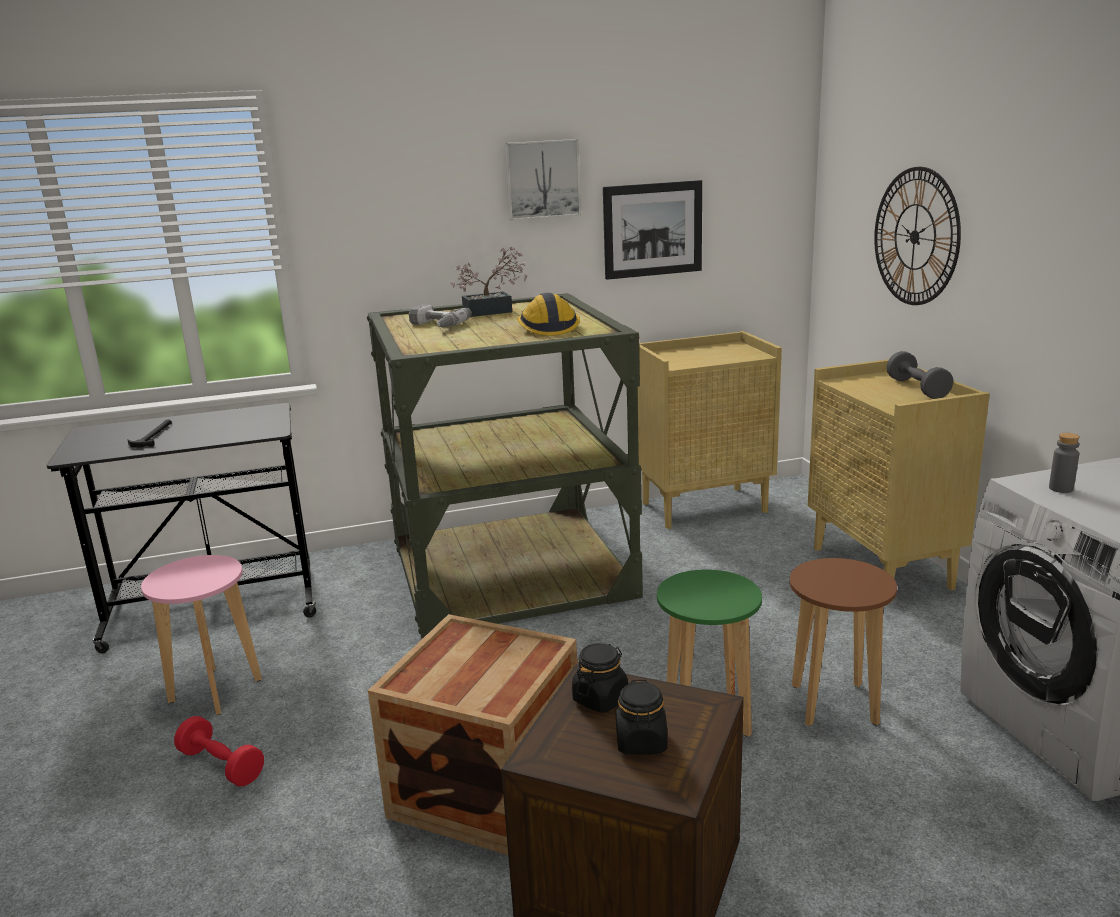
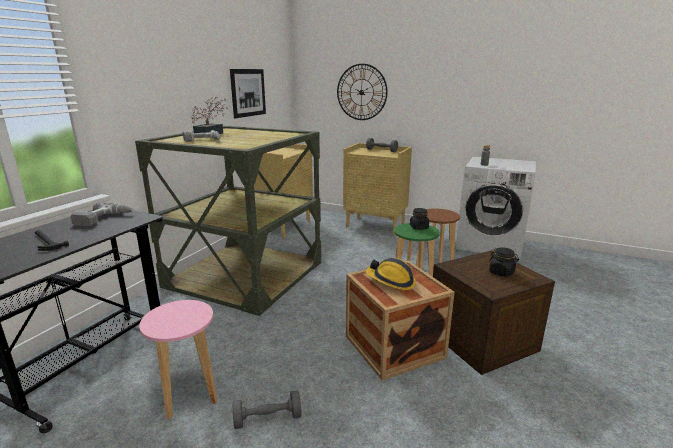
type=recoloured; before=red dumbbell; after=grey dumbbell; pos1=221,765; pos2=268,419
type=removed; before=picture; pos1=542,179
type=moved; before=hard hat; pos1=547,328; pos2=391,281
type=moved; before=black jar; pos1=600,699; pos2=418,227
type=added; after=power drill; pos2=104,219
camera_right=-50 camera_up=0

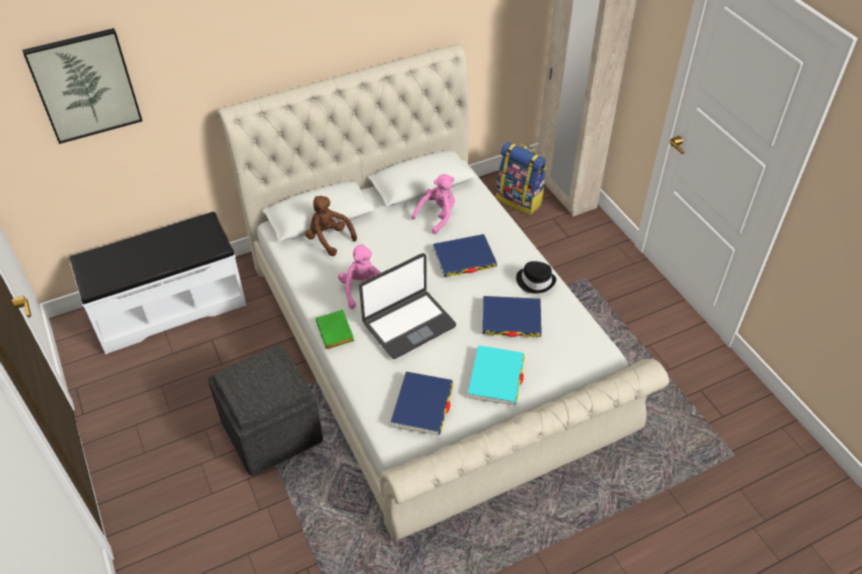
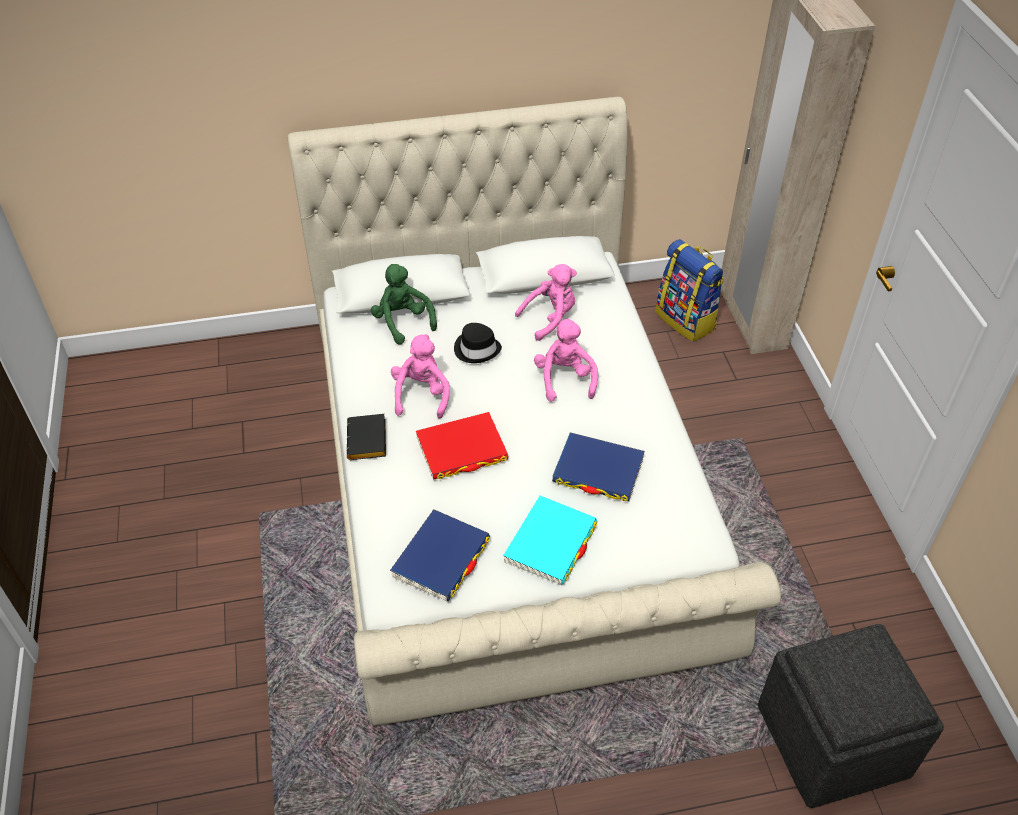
type=removed; before=picture; pos1=85,85
type=removed; before=white bench; pos1=169,307
type=moved; before=grey ottoman; pos1=272,431; pos2=834,740
type=recoloured; before=brown plush toy; after=green plush toy; pos1=329,239; pos2=402,322
type=recoloured; before=green book; after=black book; pos1=336,333; pos2=368,442
type=replaced; before=laptop; after=red book; pos1=408,324; pos2=461,449
type=replaced; before=blue book; after=pink plush toy; pos1=464,258; pos2=565,379
type=moved; before=black hat; pos1=535,281; pos2=477,349
camera_right=15 camera_up=0

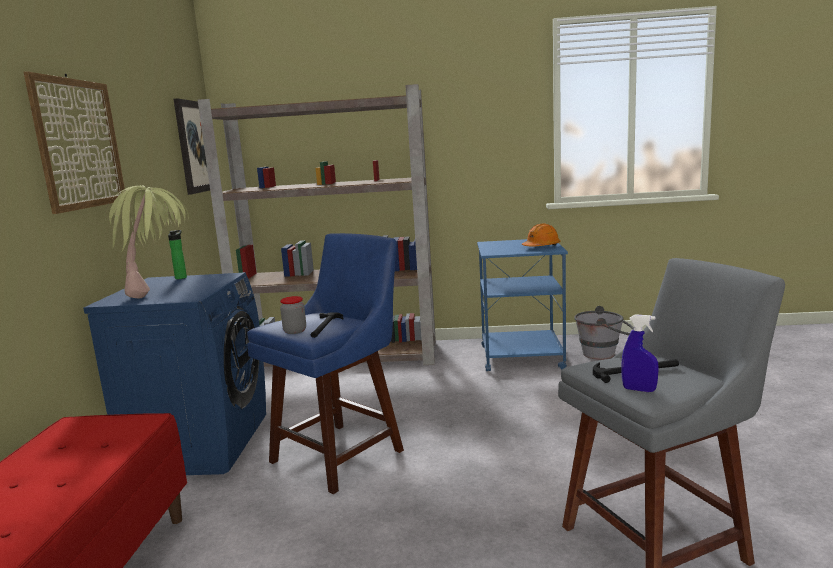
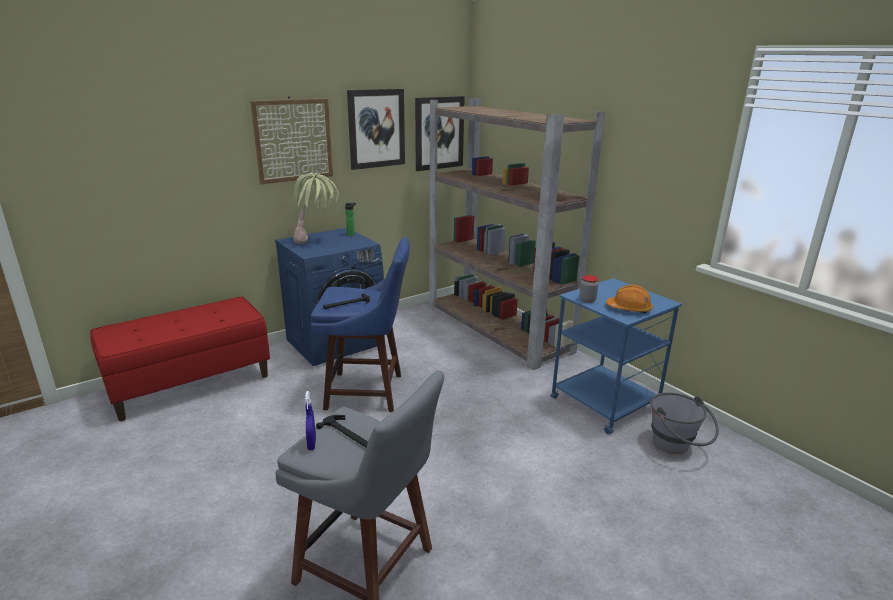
type=moved; before=jar; pos1=295,331; pos2=587,300
type=added; after=picture; pos2=376,128
camera_right=50 camera_up=10

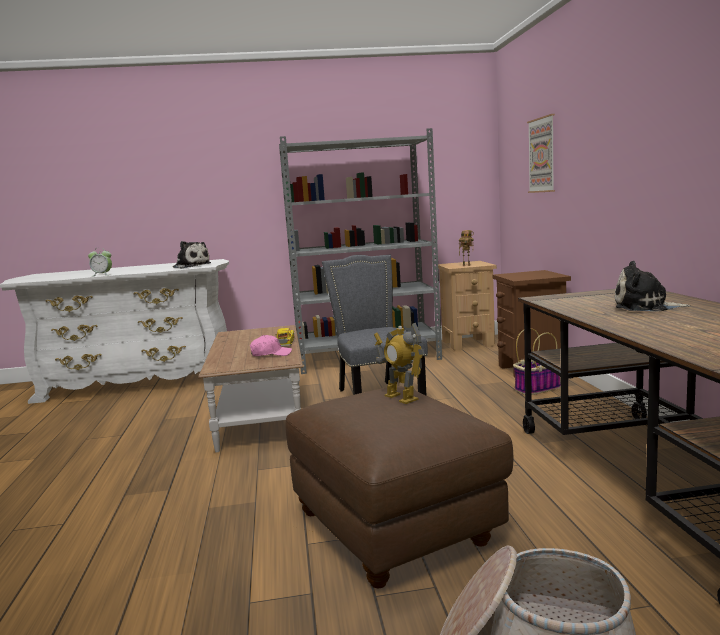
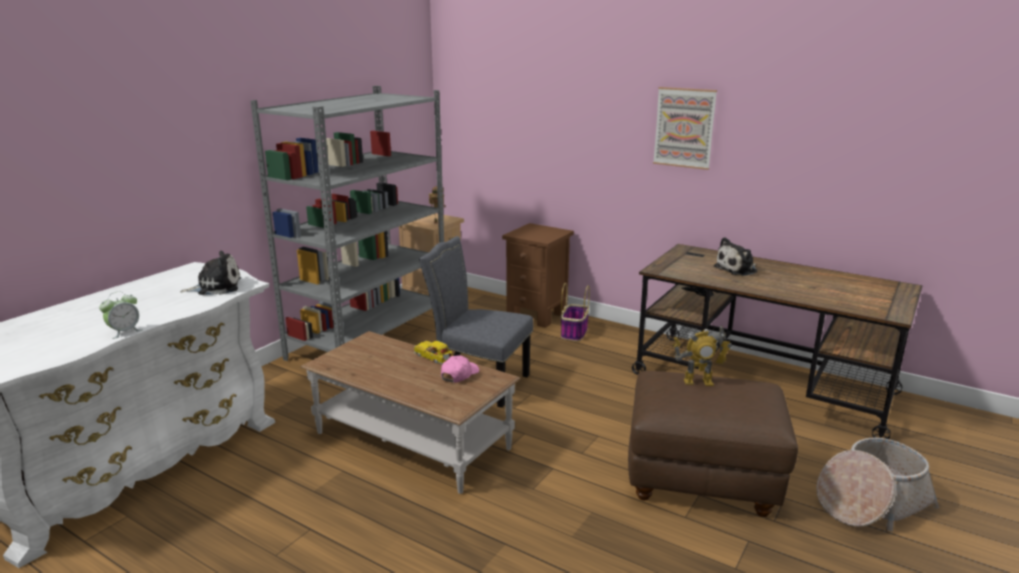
type=moved; before=picture; pos1=542,155; pos2=684,128
camera_right=-50 camera_up=10

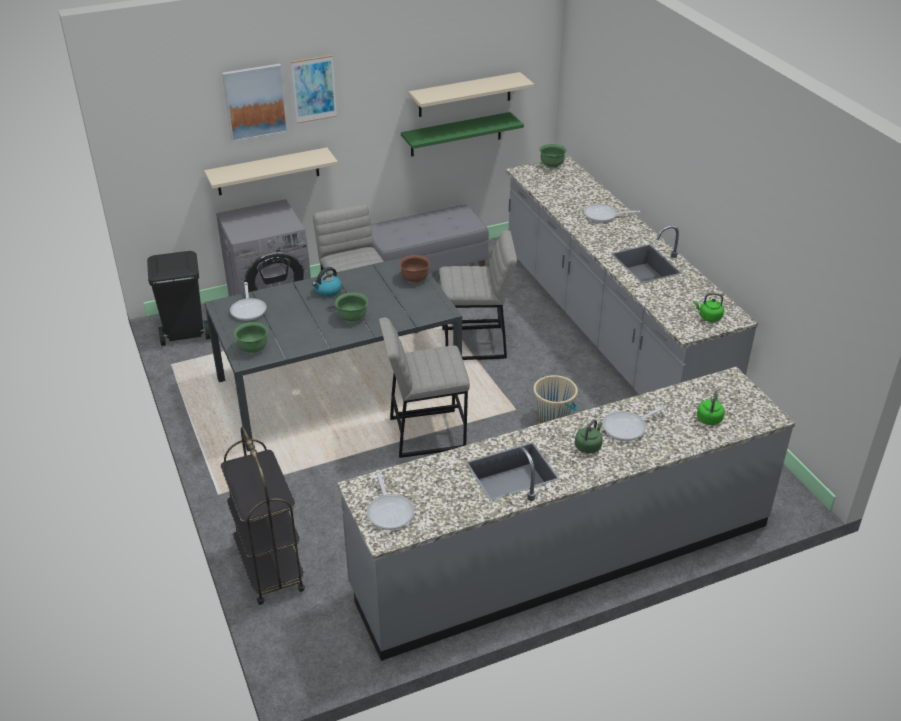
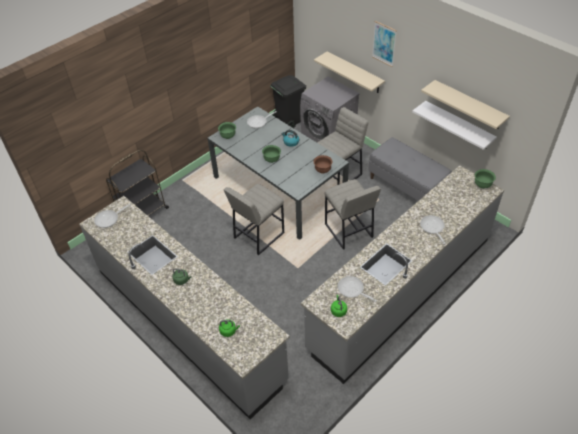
type=removed; before=picture; pos1=255,102
type=turned; before=grey chair; pos1=425,433; pos2=258,236; turn=-105
type=recoloured; before=green shelf; after=white shelf; pos1=456,134; pos2=458,125
type=removed; before=beige bucket; pos1=553,419
type=moved; before=frying pan; pos1=627,427; pos2=352,290
camera_right=70 camera_up=10

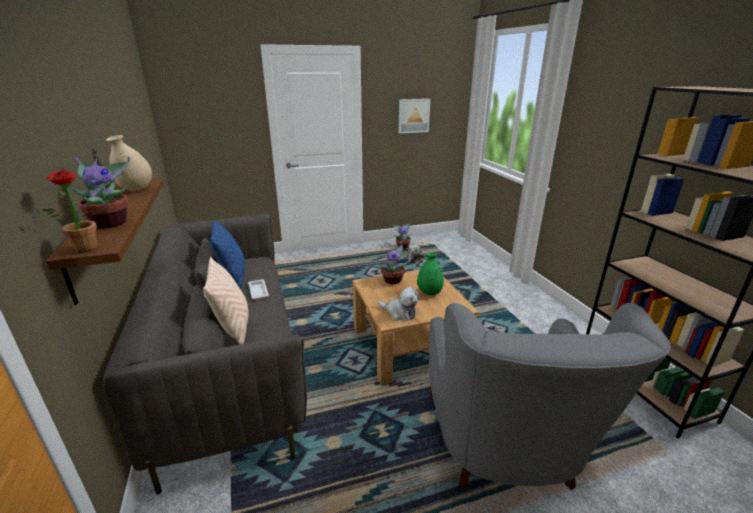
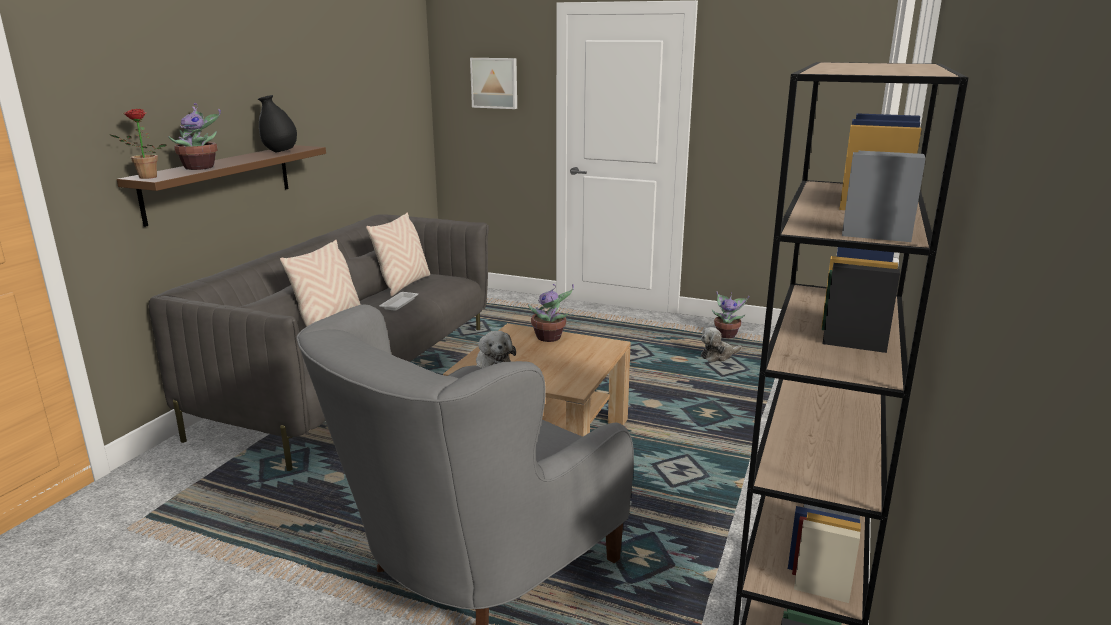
type=recoloured; before=beige vase; after=black vase; pos1=136,189; pos2=280,151
type=recoloured; before=blue pillow; after=beige pillow; pos1=232,276; pos2=403,285
type=moved; before=picture; pos1=413,115; pos2=495,83
type=removed; before=green vase; pos1=429,293
camera_right=40 camera_up=-5

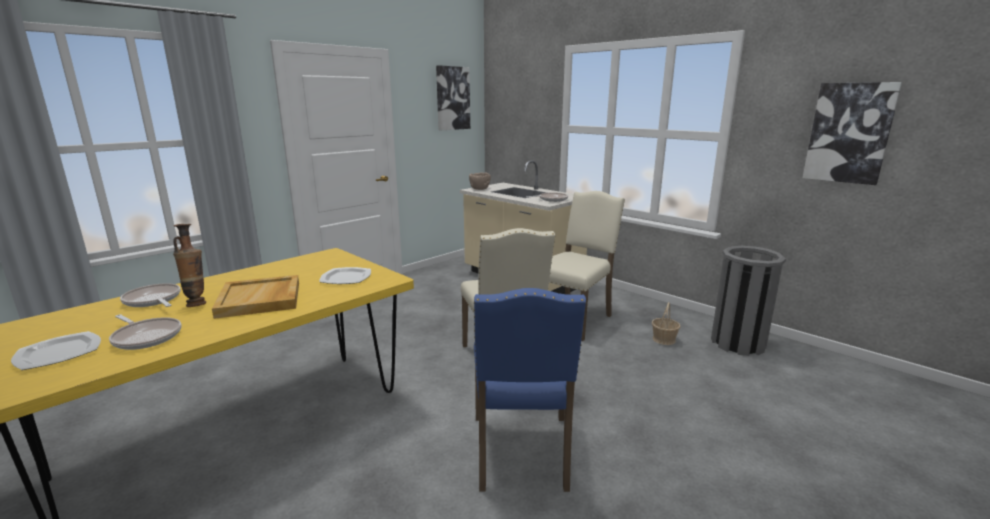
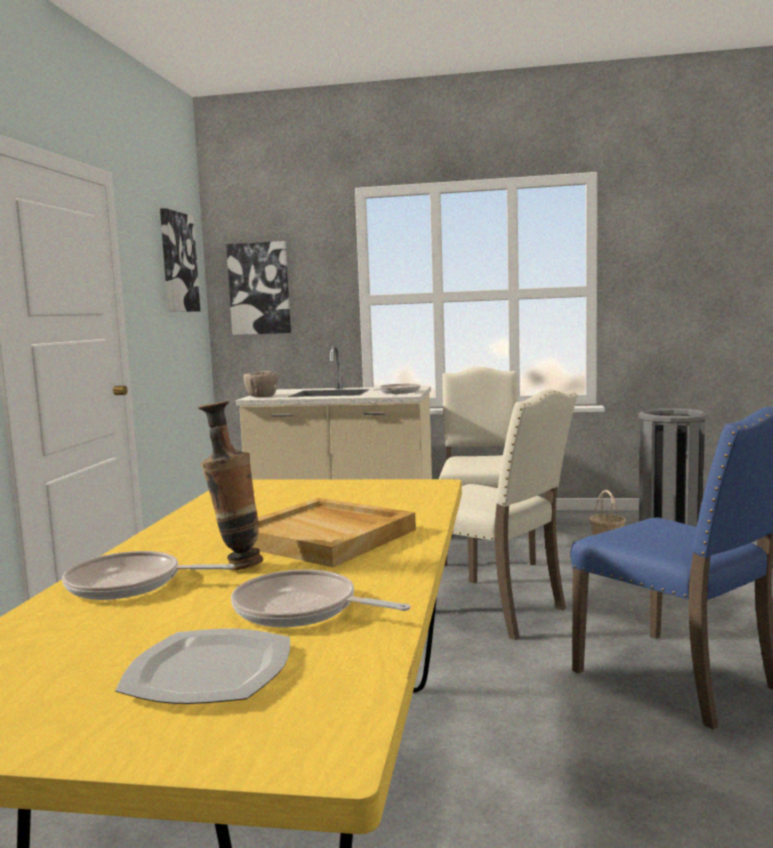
type=turned; before=frying pan; pos1=146,337; pos2=301,610; turn=-150
type=removed; before=plate; pos1=346,278
type=moved; before=picture; pos1=849,133; pos2=259,288
camera_right=-35 camera_up=-10

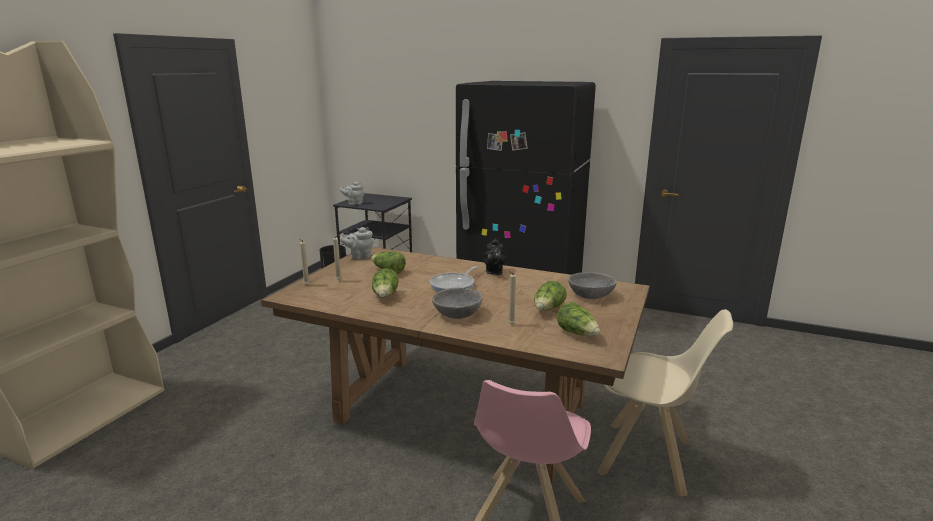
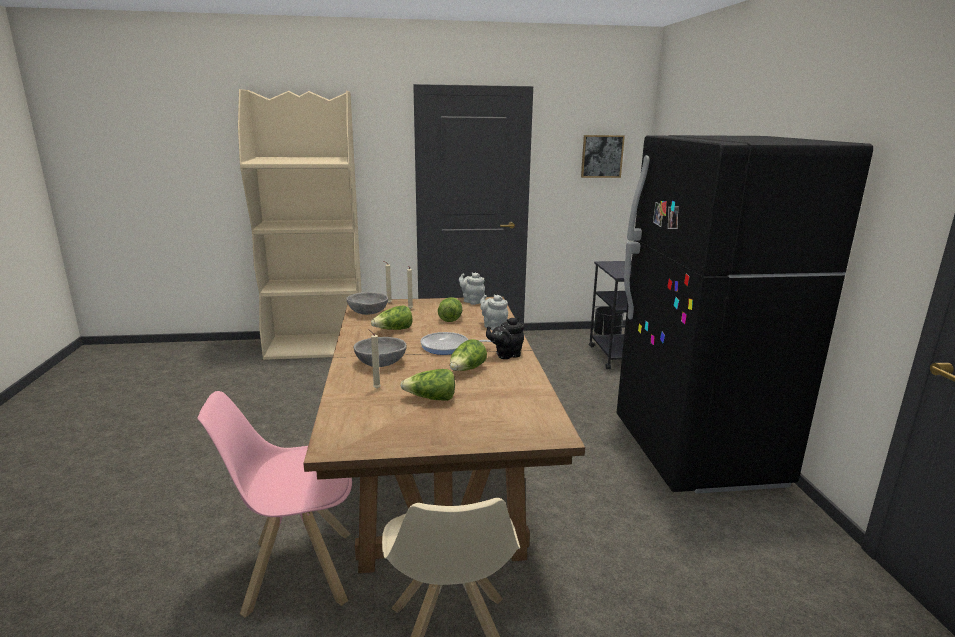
type=moved; before=grey teapot; pos1=354,203; pos2=493,326
type=moved; before=lettuce; pos1=578,334; pos2=467,370
type=moved; before=grey bowl; pos1=590,295; pos2=367,312
type=added; after=picture; pos2=602,156
camera_right=60 camera_up=0

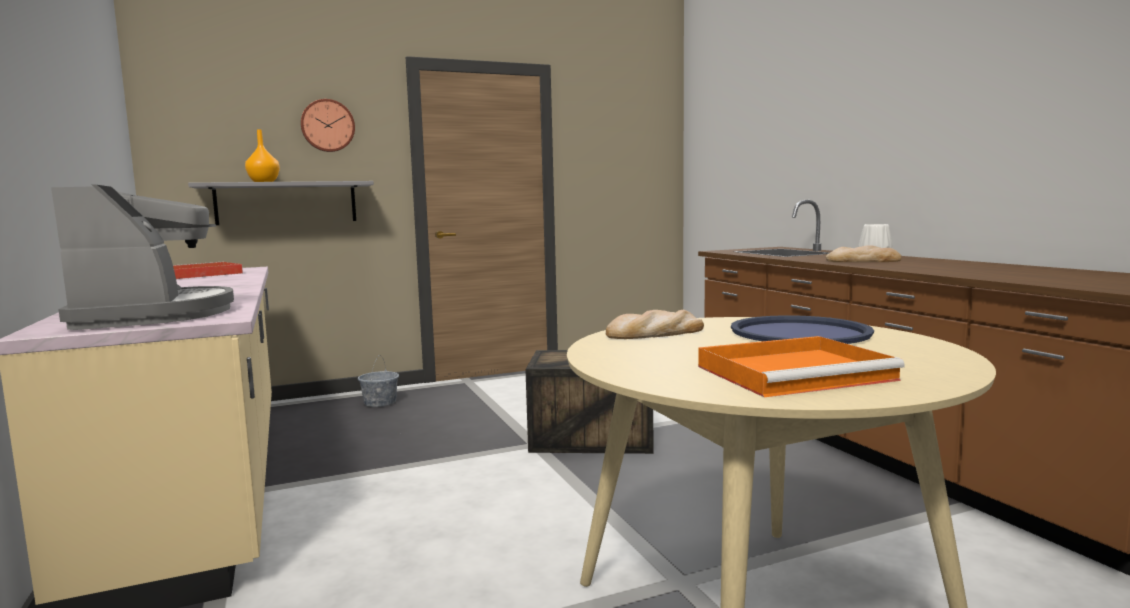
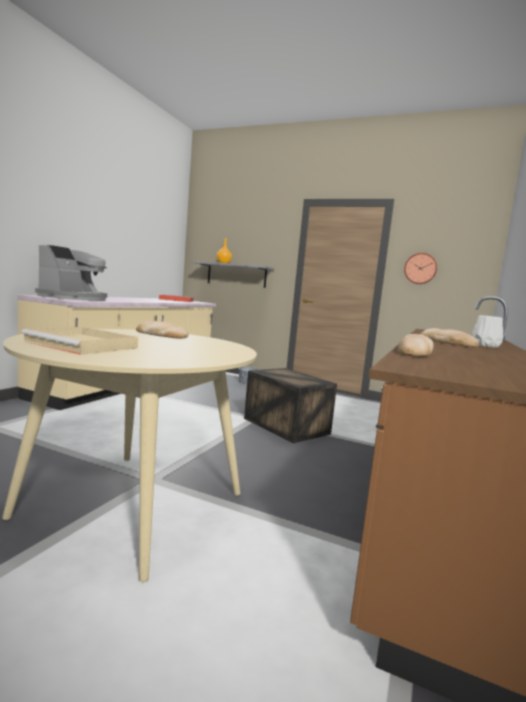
type=moved; before=wall clock; pos1=327,126; pos2=420,268
type=recoloured; before=orange tray; after=beige tray; pos1=796,372; pos2=83,345
type=removed; before=blue tray; pos1=800,333
type=added; after=bread; pos2=415,352
camera_right=45 camera_up=0

